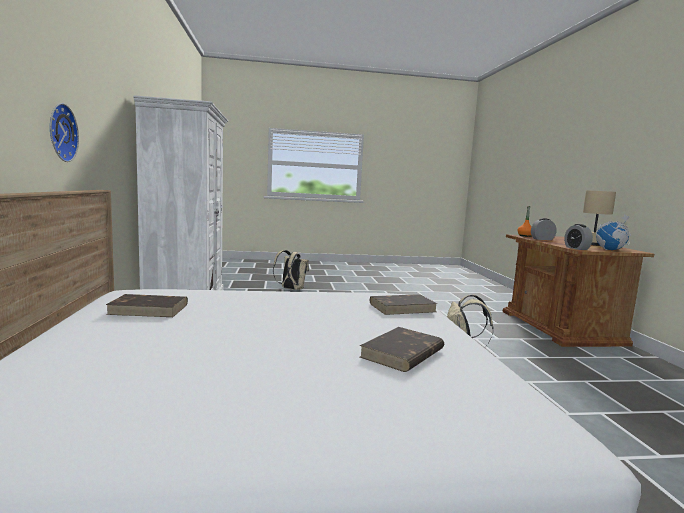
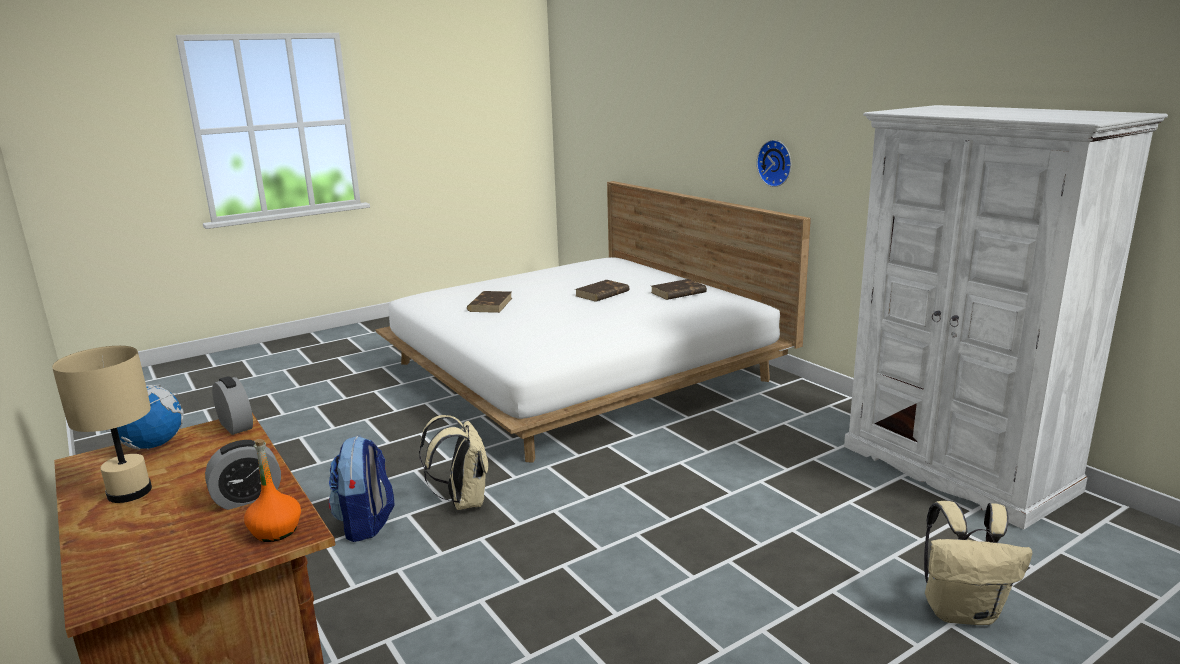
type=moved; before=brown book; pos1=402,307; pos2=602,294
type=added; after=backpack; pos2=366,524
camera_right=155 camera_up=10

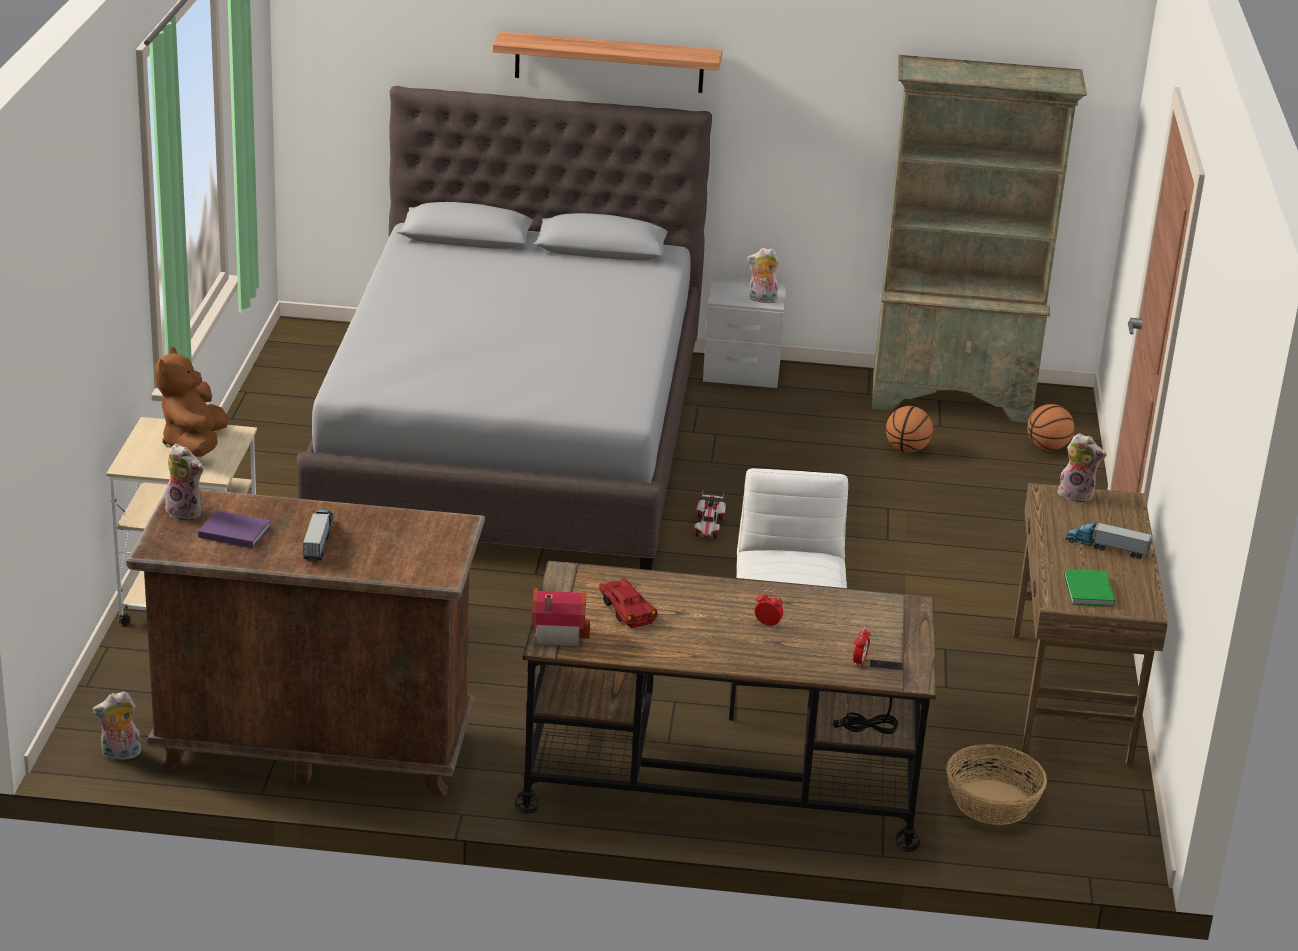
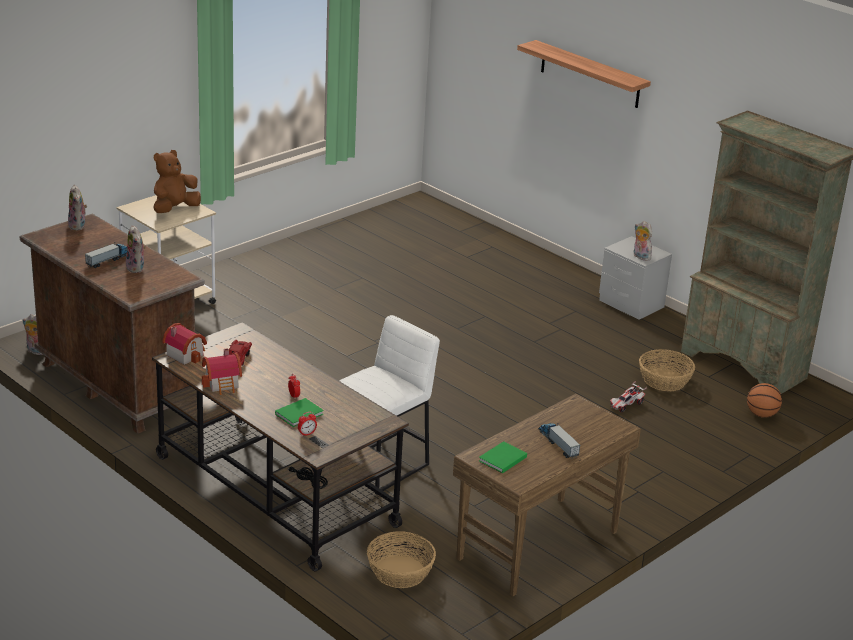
type=removed; before=purple book; pos1=233,531
type=removed; before=grey bed; pos1=513,442
type=moved; before=toy car; pos1=709,527; pos2=626,405
type=replaced; before=basketball; after=basket; pos1=907,450; pos2=665,380
type=moved; before=plush toy; pos1=1077,495; pos2=137,268
type=added; after=toy house; pos2=223,384
type=added; after=green book; pos2=300,414
camera_right=40 camera_up=0

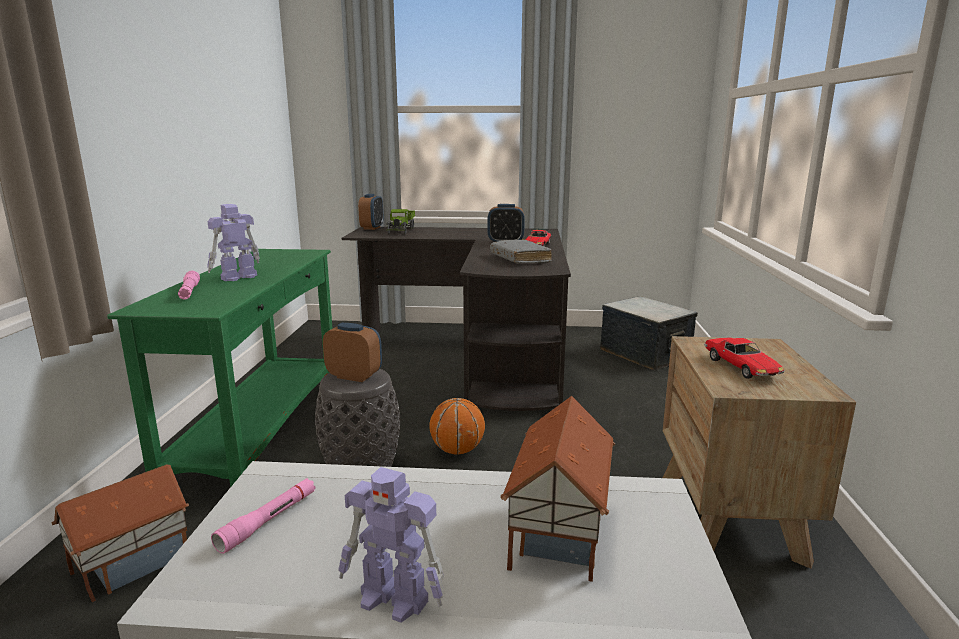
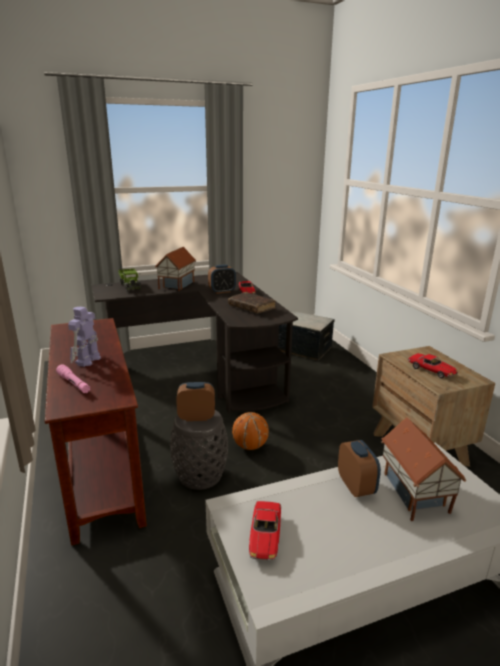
type=moved; before=toy house; pos1=131,564; pos2=176,285
type=recoloured; before=green console table; after=brown console table; pos1=260,430; pos2=101,467
type=replaced; before=pink flashlight; after=toy car; pos1=269,521; pos2=265,536
type=removed; before=toy robot; pos1=395,600
type=moved; before=alarm clock; pos1=372,228; pos2=356,486
type=recoloured; before=grey book; after=brown book; pos1=519,259; pos2=251,307
camera_right=-25 camera_up=5

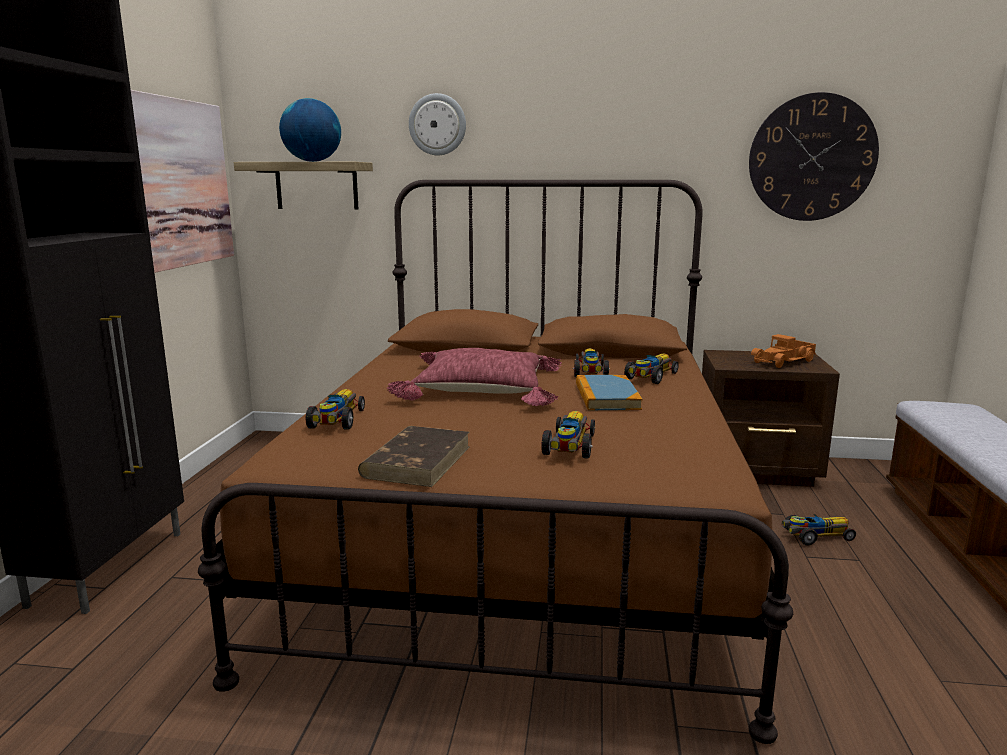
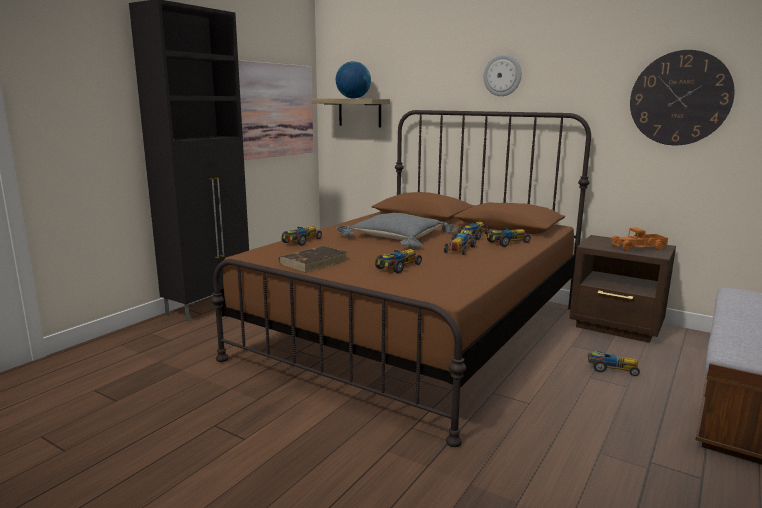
type=recoloured; before=red pillow; after=grey pillow; pos1=481,385; pos2=398,235
type=moved; before=wall clock; pos1=437,124; pos2=502,75
type=replaced; before=book; after=toy car; pos1=606,397; pos2=460,249
camera_right=25 camera_up=0

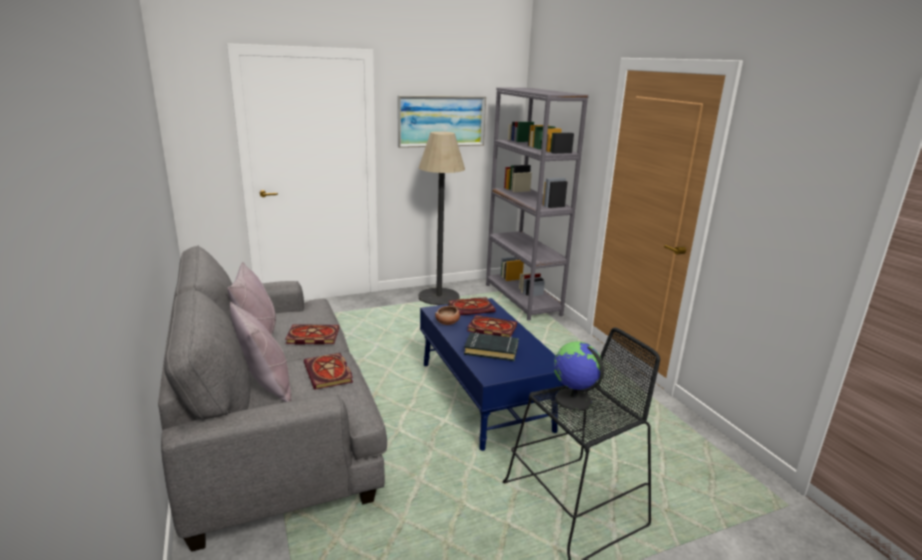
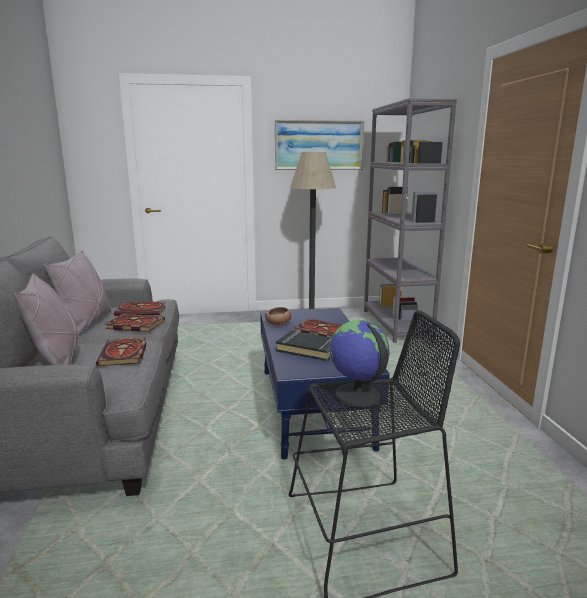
type=moved; before=book; pos1=472,308; pos2=142,311
camera_right=15 camera_up=-5

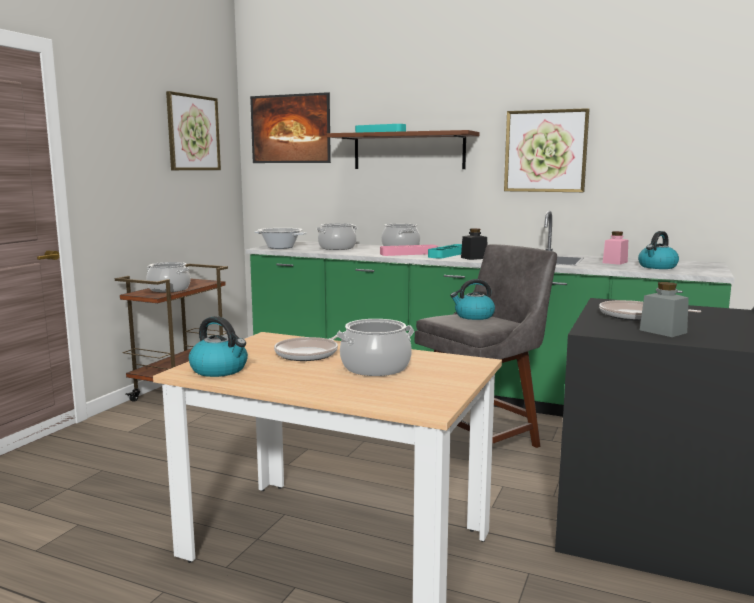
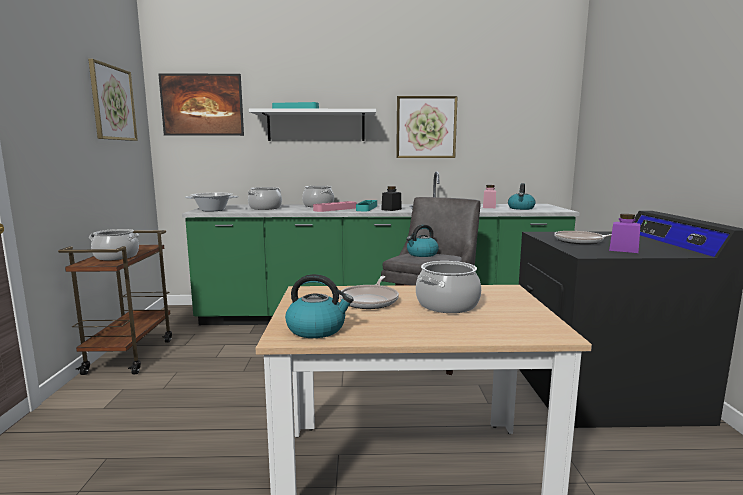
type=recoloured; before=brown shelf; after=white shelf; pos1=408,151; pos2=316,126
type=recoloured; before=grey jar; after=purple jar; pos1=663,331; pos2=623,250
camera_right=-25 camera_up=0

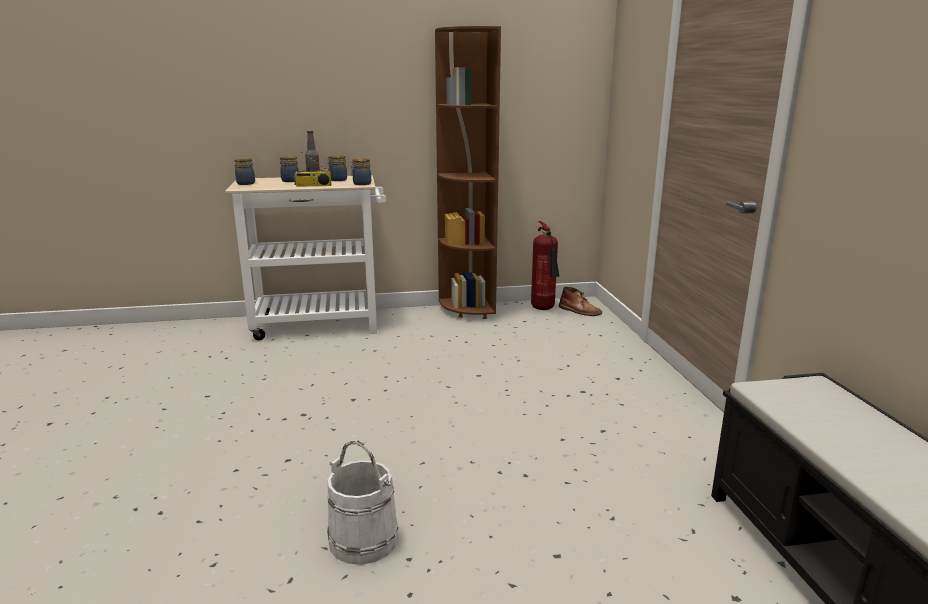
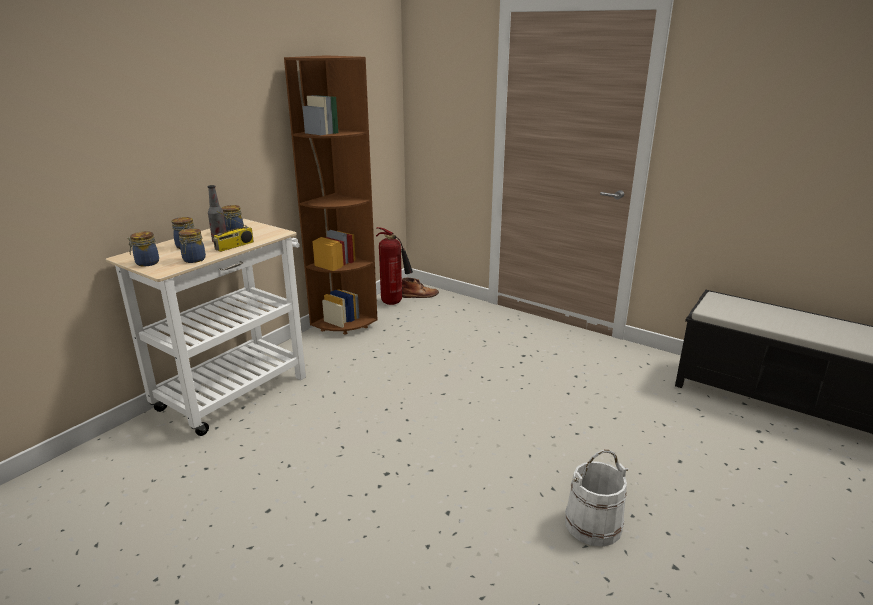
type=moved; before=jar; pos1=361,184; pos2=193,260
camera_right=-45 camera_up=5

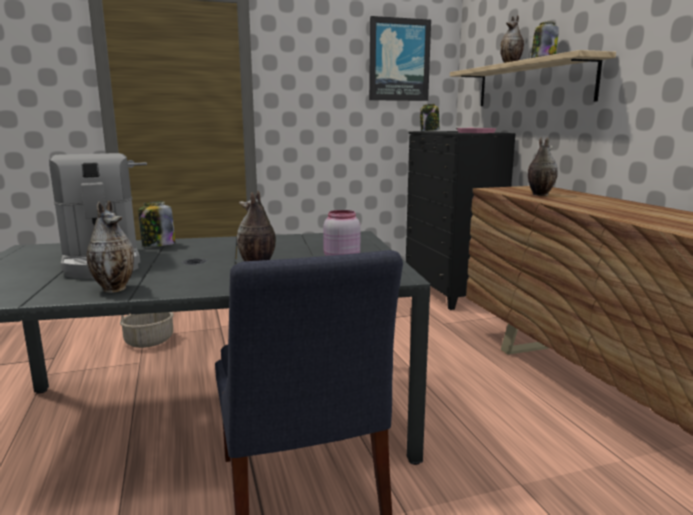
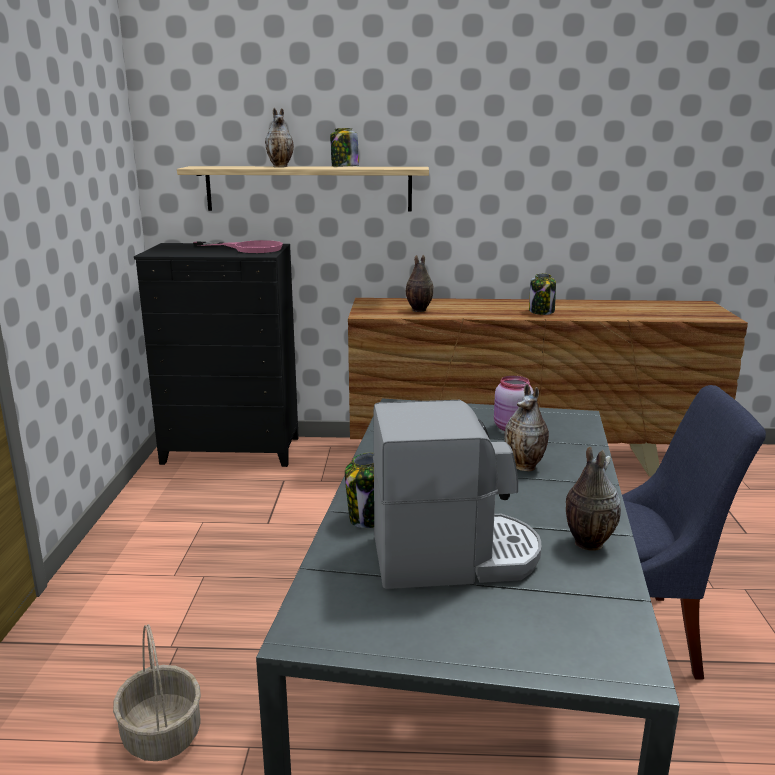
type=removed; before=picture; pos1=399,60
type=moved; before=jar; pos1=429,131; pos2=541,311
camera_right=-70 camera_up=5

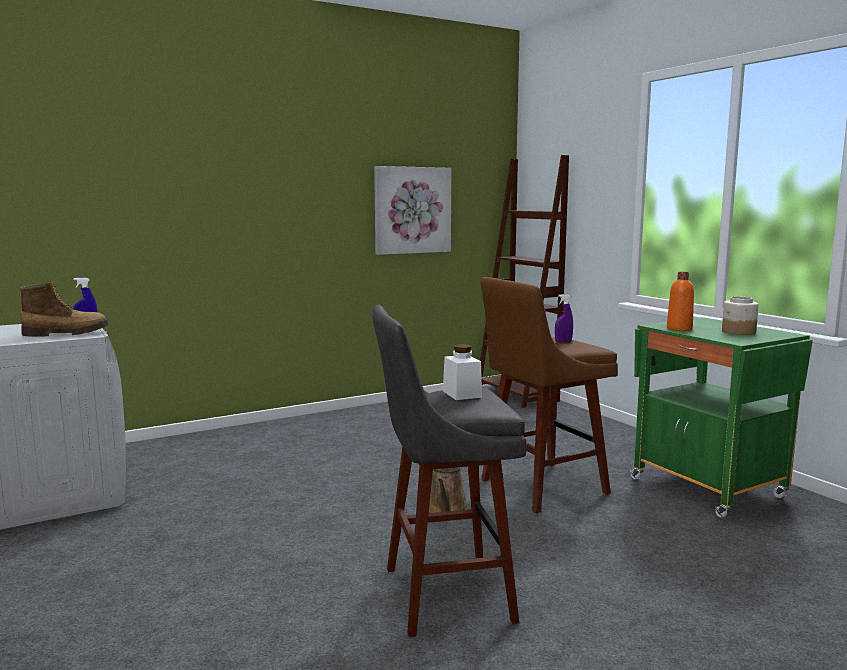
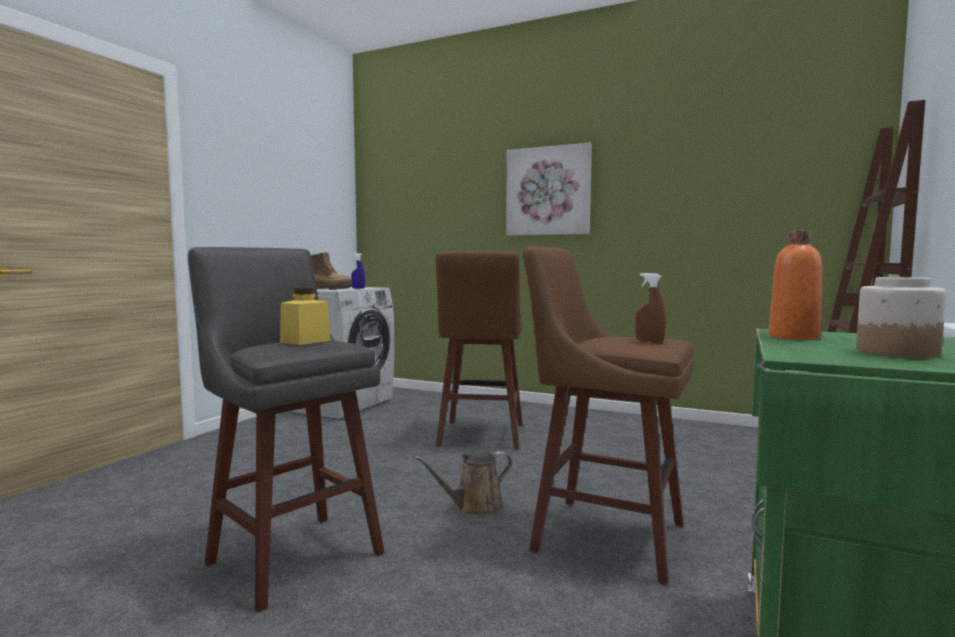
type=moved; before=picture; pos1=412,210; pos2=548,191
type=recoloured; before=white jar; after=yellow jar; pos1=462,394; pos2=305,341
type=recoloured; before=purple spray bottle; after=brown spray bottle; pos1=563,341; pos2=649,341
type=added; after=brown stool; pos2=480,436
camera_right=55 camera_up=-5

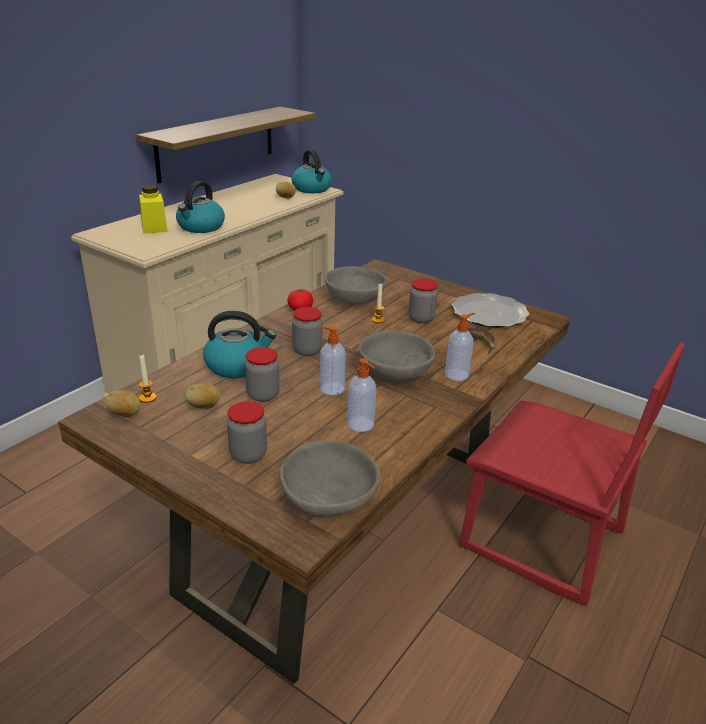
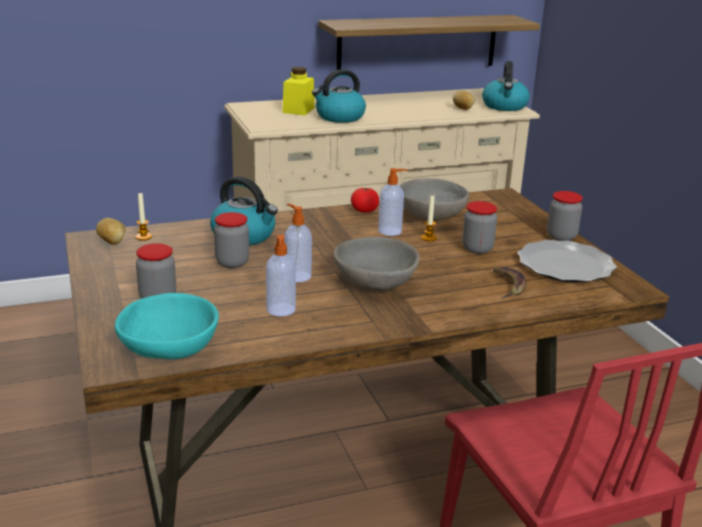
type=removed; before=potato; pos1=204,407
type=recoloured; before=grey bowl; after=turquoise bowl; pos1=327,501; pos2=168,351
type=moved; before=jar; pos1=307,350; pos2=561,236
type=moved; before=soap dispenser; pos1=457,374; pos2=391,231
camera_right=35 camera_up=-5

